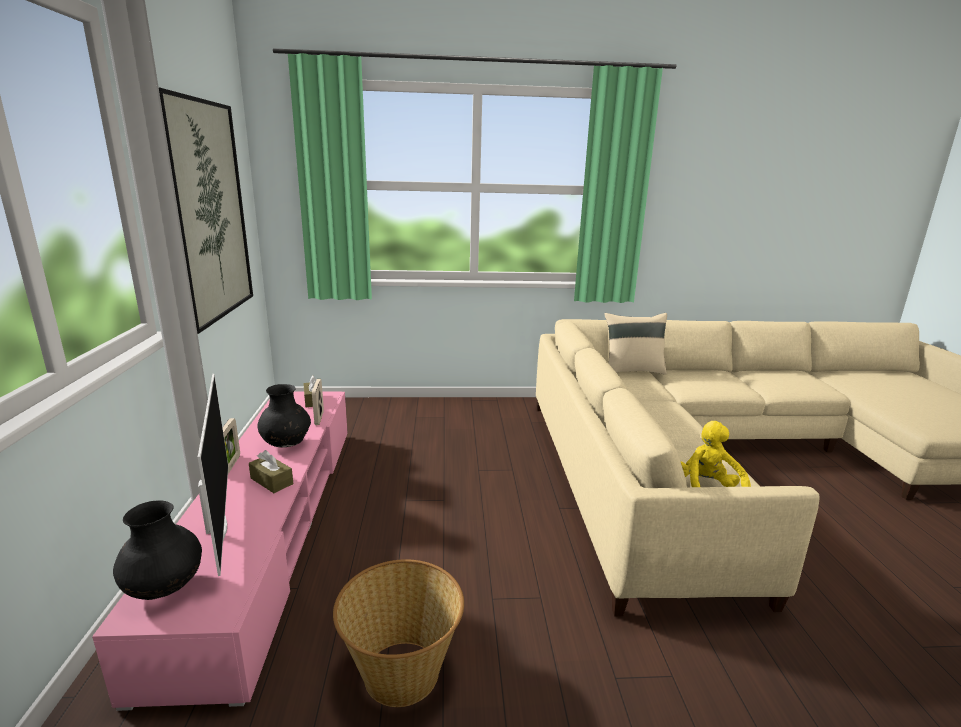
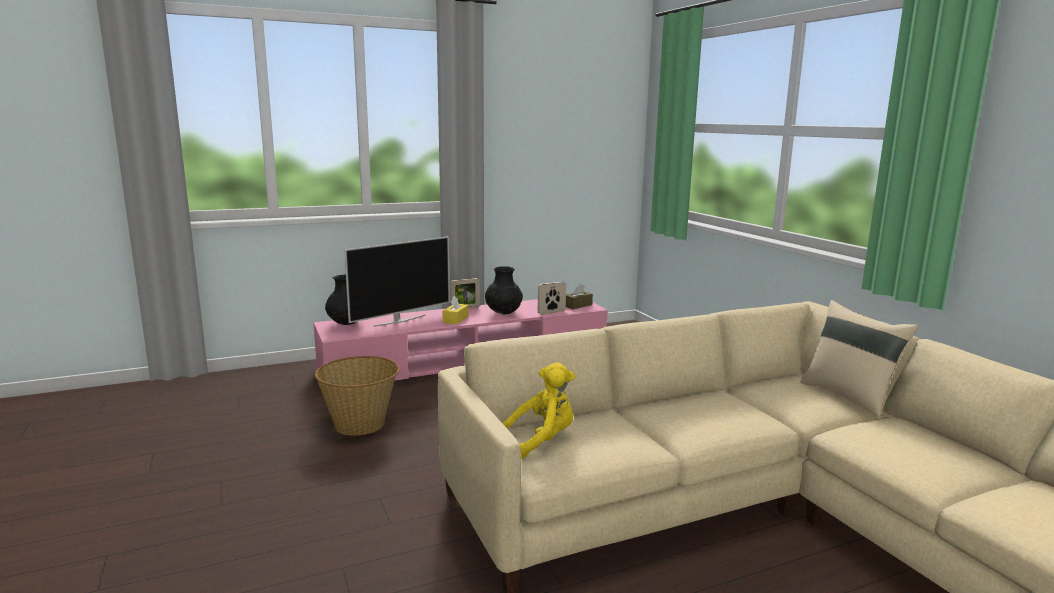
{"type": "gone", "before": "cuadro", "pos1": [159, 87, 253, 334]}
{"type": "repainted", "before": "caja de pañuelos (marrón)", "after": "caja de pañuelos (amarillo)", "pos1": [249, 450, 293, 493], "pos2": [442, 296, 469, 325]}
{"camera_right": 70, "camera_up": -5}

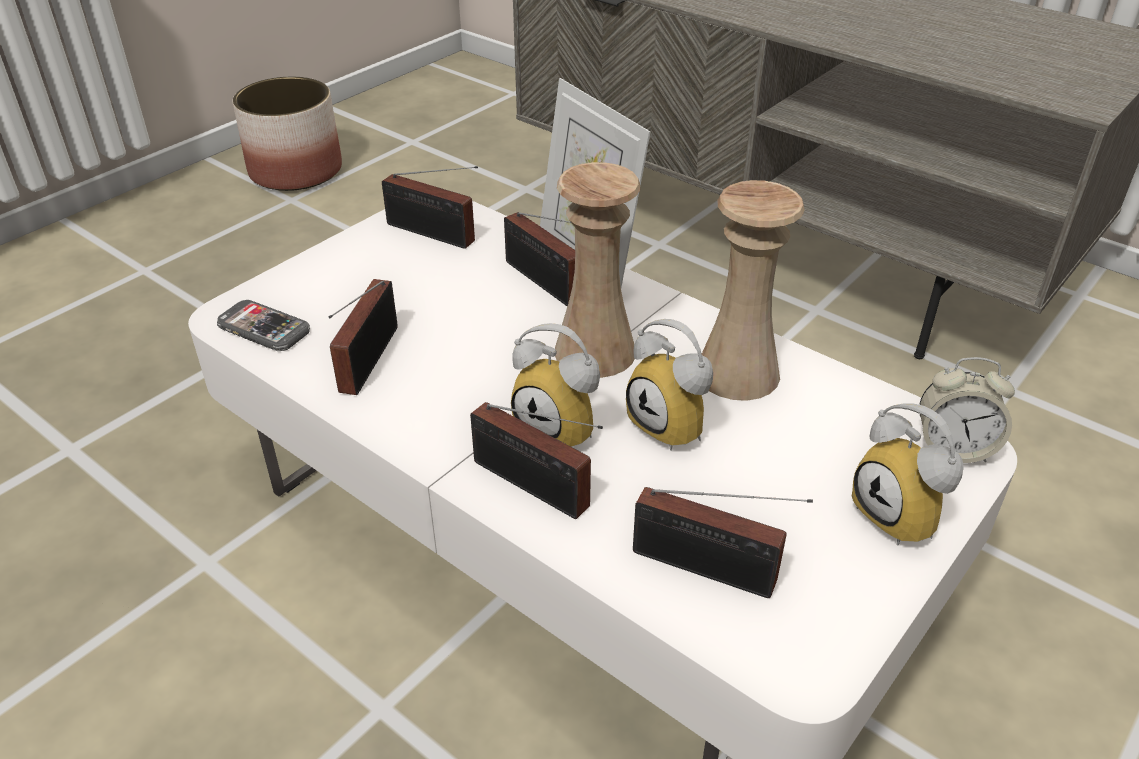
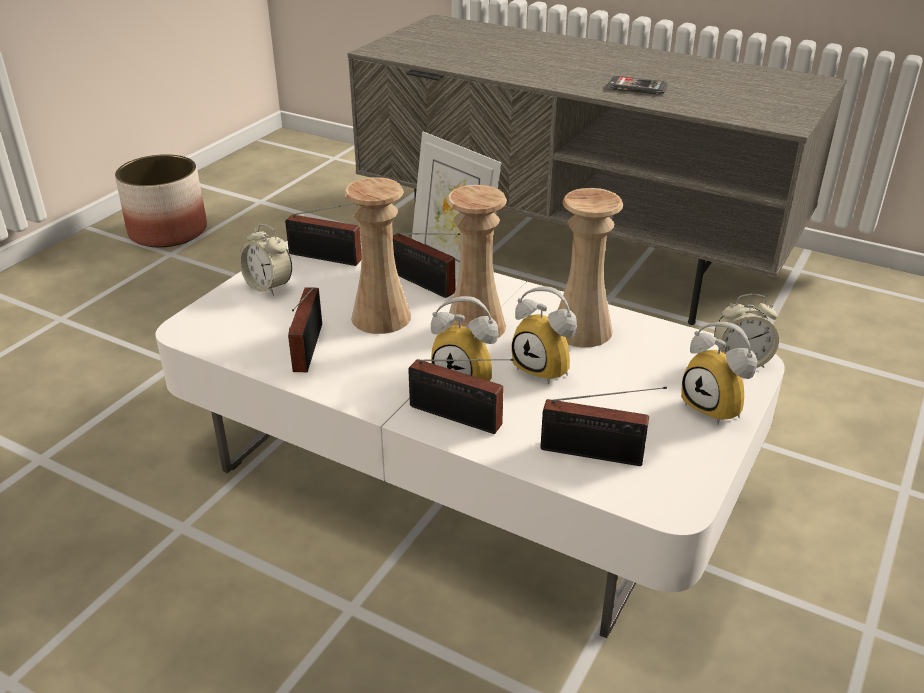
{"type": "shifted", "before": "móvil", "pos1": [217, 300, 310, 351], "pos2": [607, 76, 668, 95]}
{"type": "new", "after": "despertador", "pos2": [239, 224, 292, 296]}
{"type": "new", "after": "florero (beis)", "pos2": [344, 177, 411, 334]}
{"camera_right": -10, "camera_up": -5}

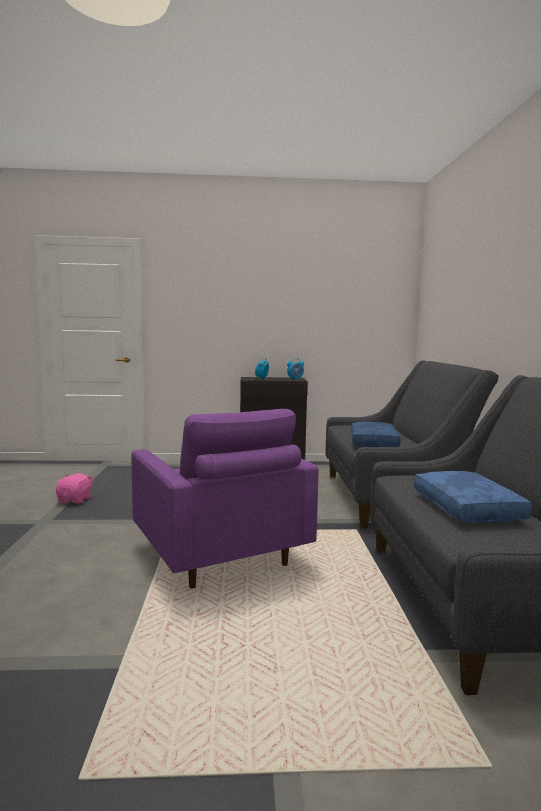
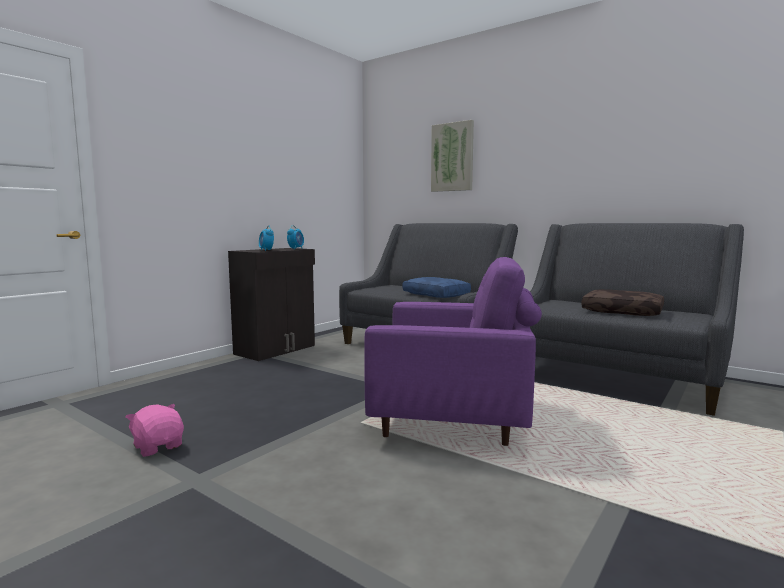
{"type": "repainted", "before": "cojín (azul)", "after": "cojín (marrón)", "pos1": [414, 471, 532, 523], "pos2": [581, 289, 664, 316]}
{"type": "new", "after": "cuadro", "pos2": [431, 120, 474, 192]}
{"camera_right": -50, "camera_up": 0}

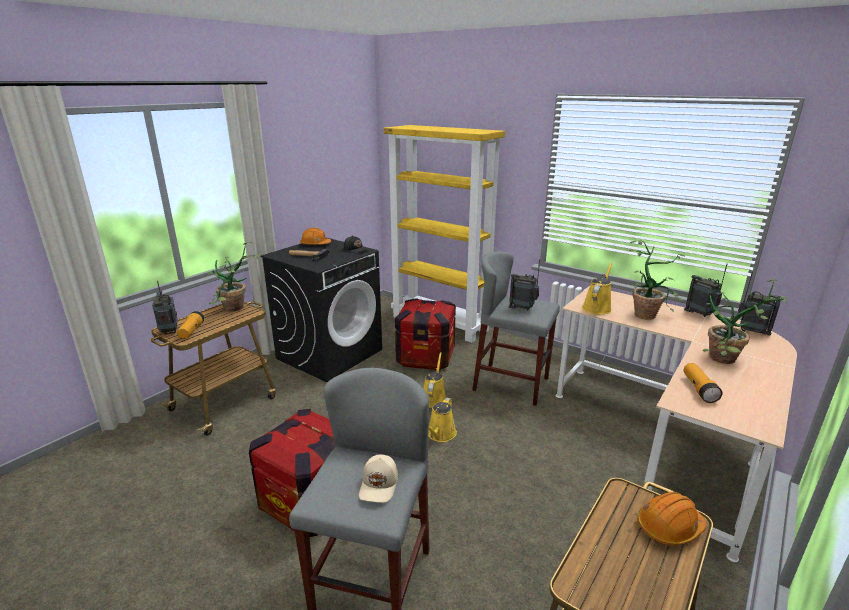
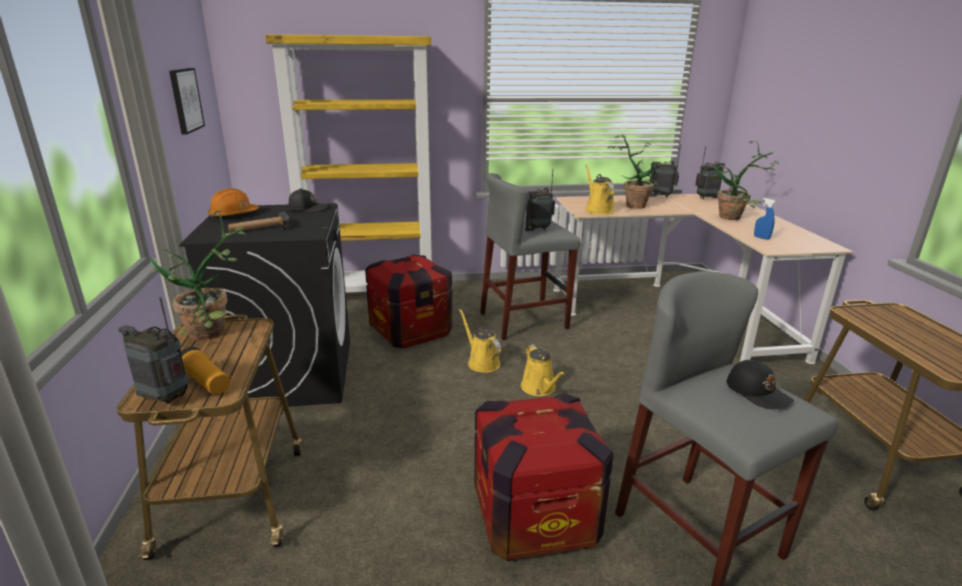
{"type": "repainted", "before": "gorra (beis)", "after": "gorra (negro)", "pos1": [359, 455, 398, 503], "pos2": [727, 360, 794, 409]}
{"type": "gone", "before": "casco (naranja)", "pos1": [637, 492, 706, 545]}
{"type": "swapped", "before": "linterna", "after": "pulverizador (azul)", "pos1": [684, 363, 722, 403], "pos2": [754, 198, 775, 240]}
{"type": "new", "after": "cuadro", "pos2": [169, 68, 205, 135]}
{"camera_right": -45, "camera_up": 0}

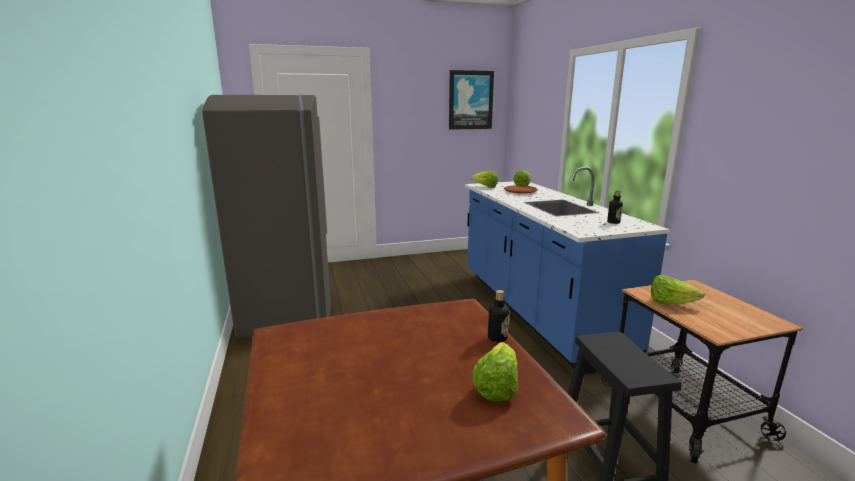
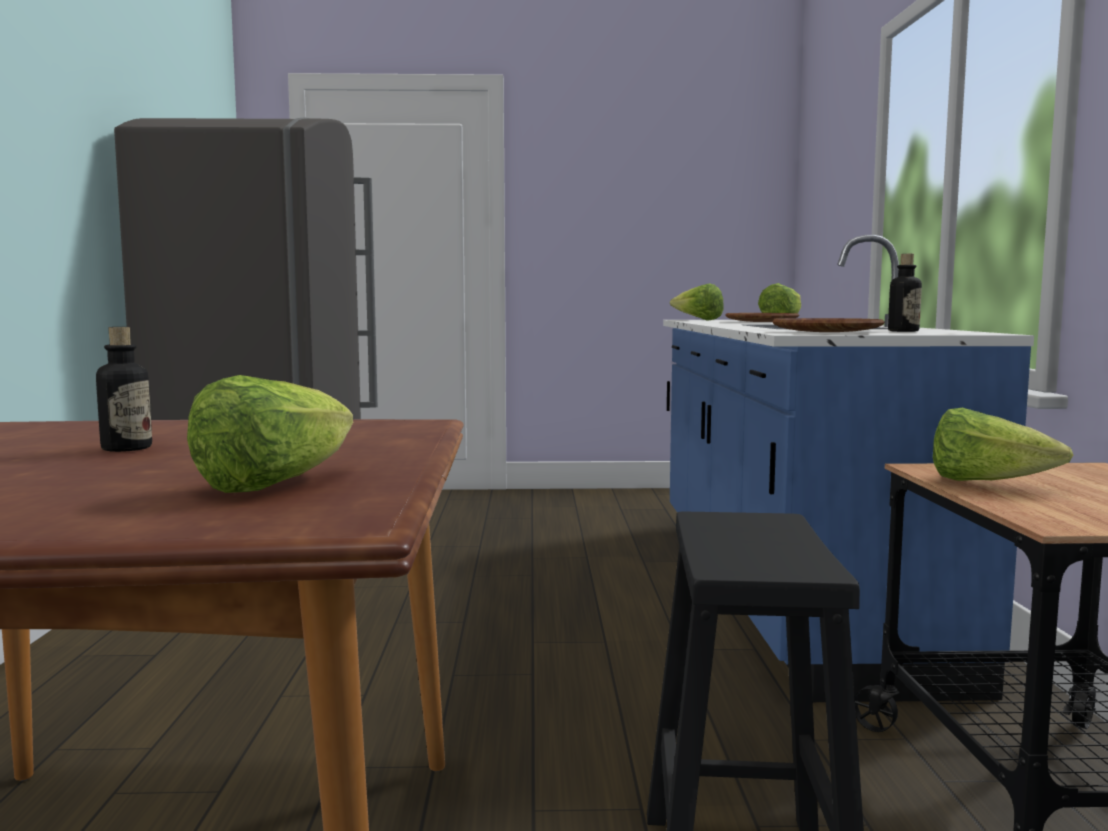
{"type": "gone", "before": "cuadro", "pos1": [449, 70, 494, 130]}
{"type": "shifted", "before": "botella", "pos1": [488, 290, 509, 342], "pos2": [96, 327, 152, 452]}
{"type": "new", "after": "plato (marrón)", "pos2": [772, 318, 885, 332]}
{"camera_right": 15, "camera_up": -10}

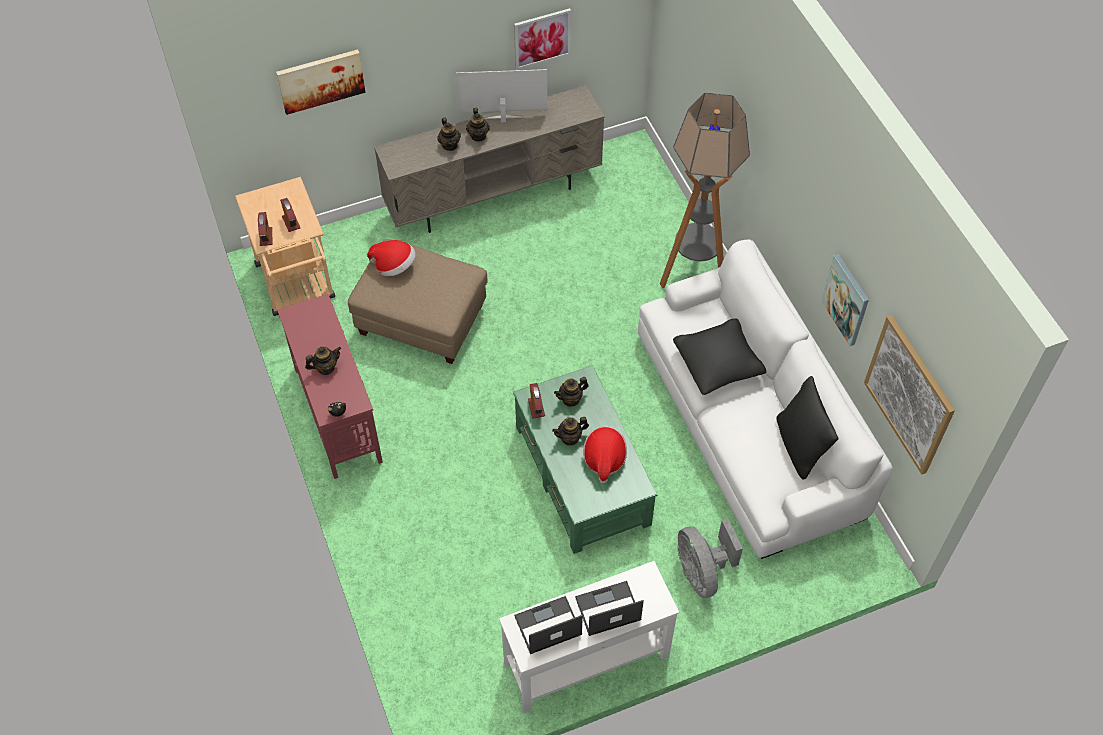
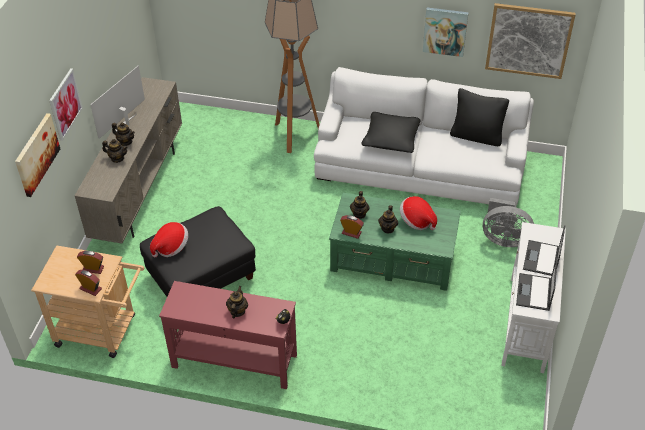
{"type": "repainted", "before": "puf (beis)", "after": "puf (negro)", "pos1": [348, 239, 488, 364], "pos2": [140, 206, 256, 297]}
{"type": "shifted", "before": "cuadro", "pos1": [514, 8, 571, 70], "pos2": [49, 68, 83, 141]}
{"camera_right": -55, "camera_up": -10}

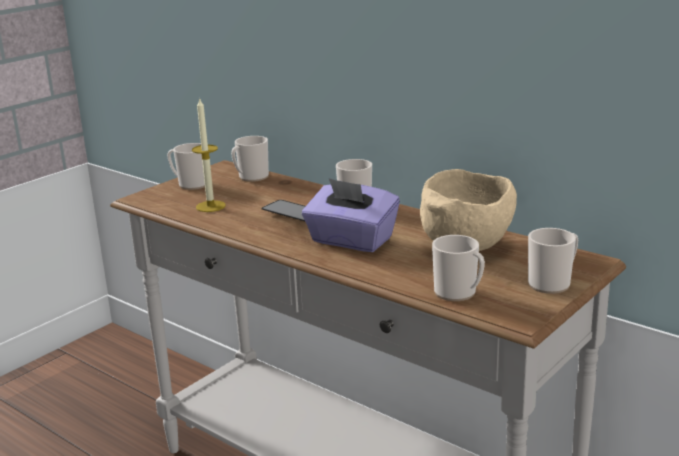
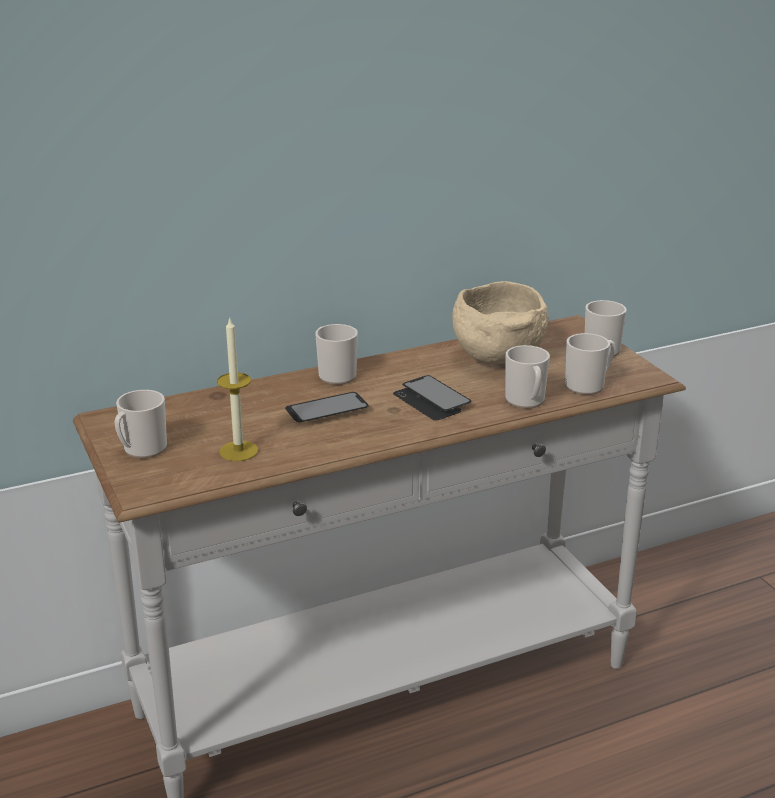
{"type": "shifted", "before": "taza grande", "pos1": [231, 136, 269, 182], "pos2": [505, 345, 550, 409]}
{"type": "swapped", "before": "caja de pañuelos (morado)", "after": "móvil", "pos1": [302, 178, 400, 252], "pos2": [393, 375, 471, 420]}
{"camera_right": -65, "camera_up": 5}

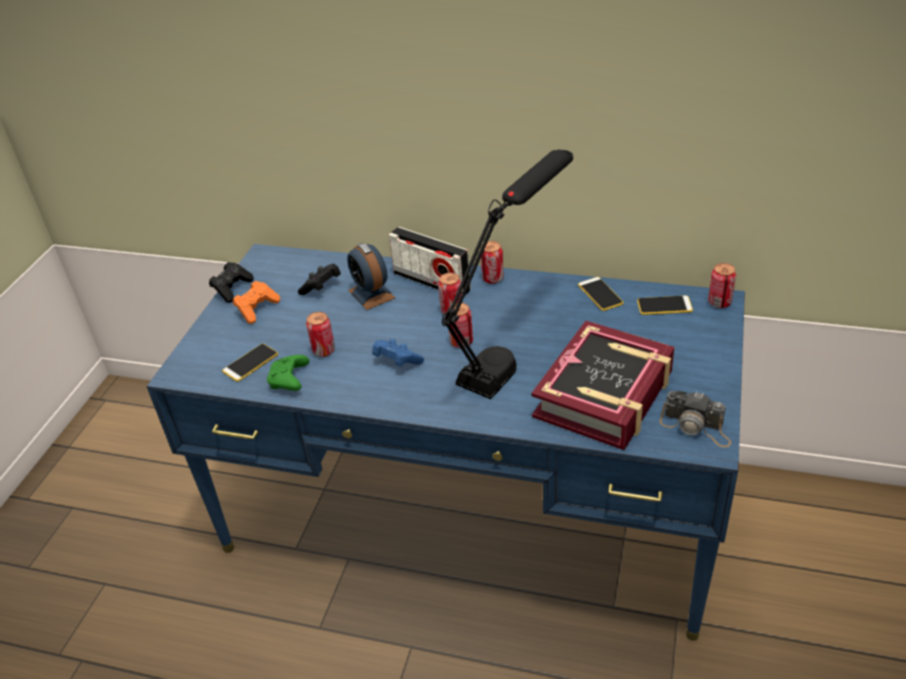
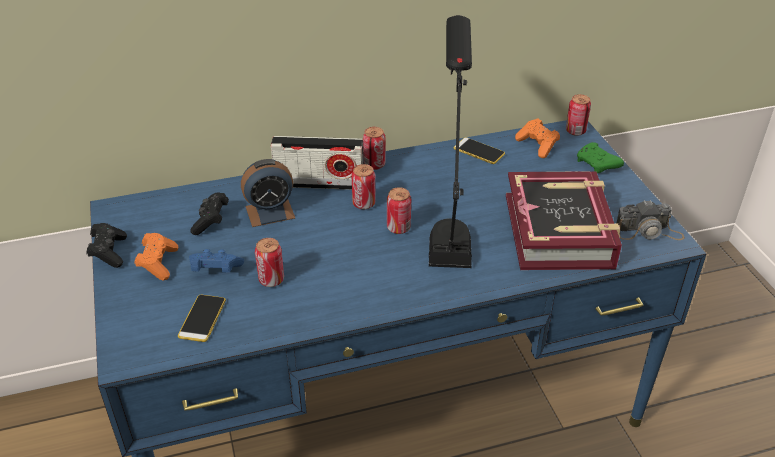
{"type": "shifted", "before": "mando de consola (verde)", "pos1": [267, 355, 309, 391], "pos2": [577, 142, 624, 173]}
{"type": "rotated", "before": "despertador", "pos1": [347, 243, 395, 310], "pos2": [241, 159, 295, 227], "turn": -45}
{"type": "shifted", "before": "mando de consola (azul)", "pos1": [372, 339, 424, 366], "pos2": [189, 249, 244, 272]}
{"type": "swapped", "before": "móvil", "after": "mando de consola (naranja)", "pos1": [637, 295, 693, 315], "pos2": [515, 118, 560, 158]}
{"camera_right": -35, "camera_up": 0}

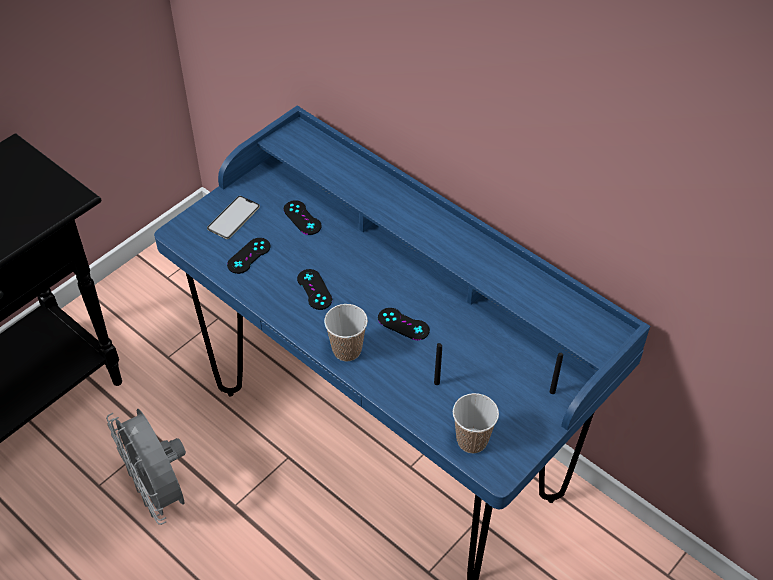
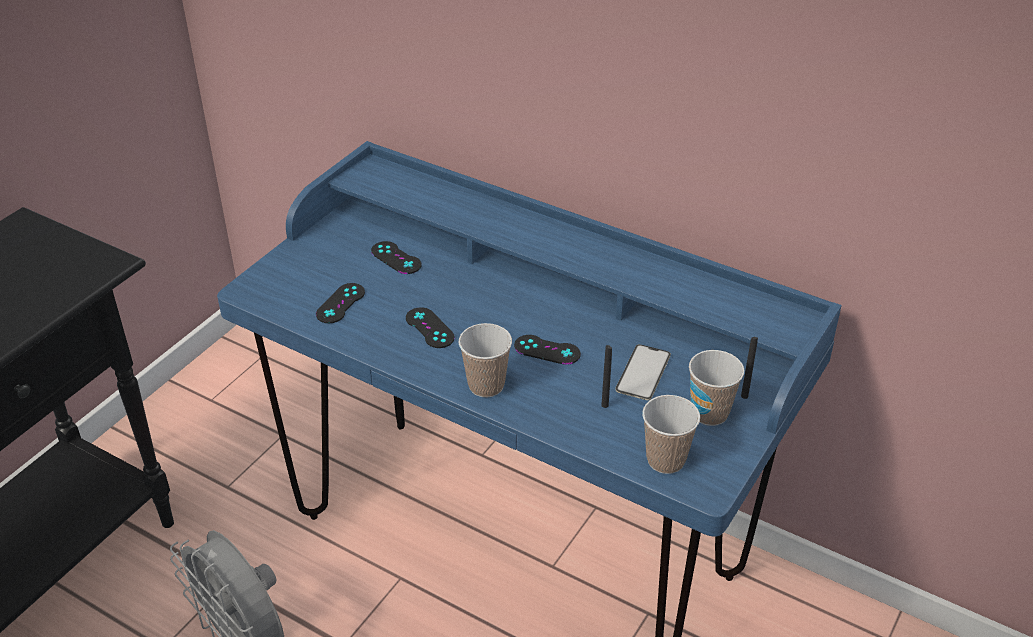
{"type": "shifted", "before": "móvil", "pos1": [207, 196, 260, 239], "pos2": [615, 344, 671, 400]}
{"type": "new", "after": "taza", "pos2": [689, 350, 744, 426]}
{"camera_right": -10, "camera_up": -10}

